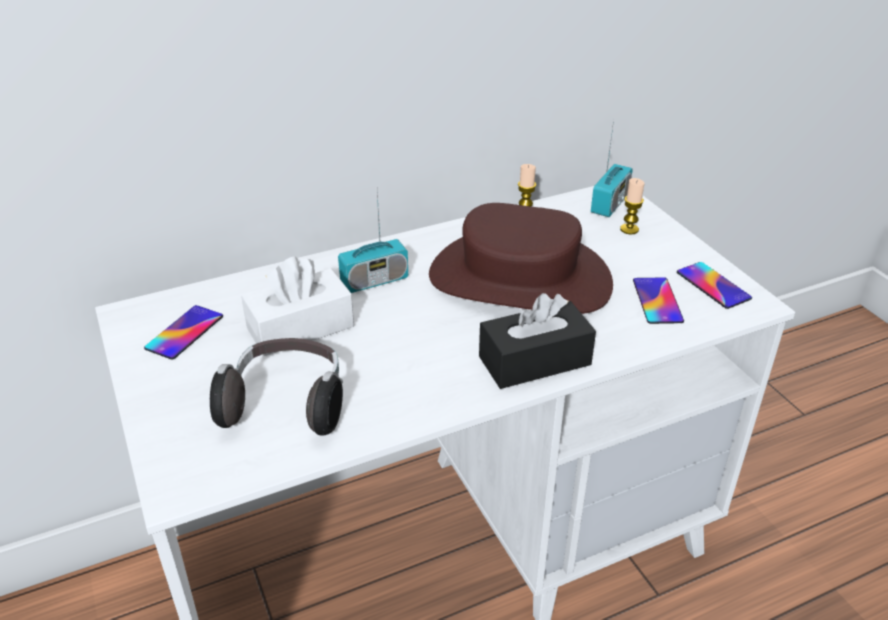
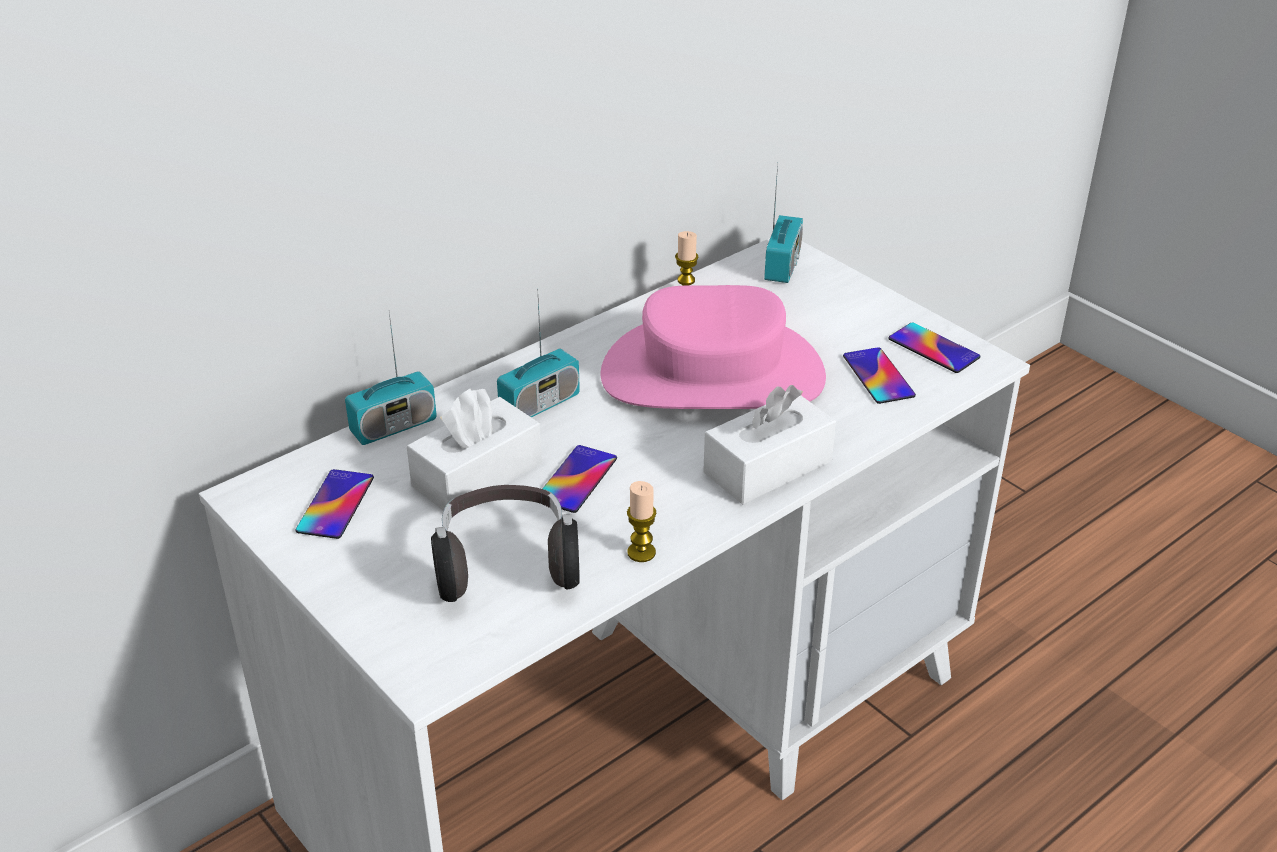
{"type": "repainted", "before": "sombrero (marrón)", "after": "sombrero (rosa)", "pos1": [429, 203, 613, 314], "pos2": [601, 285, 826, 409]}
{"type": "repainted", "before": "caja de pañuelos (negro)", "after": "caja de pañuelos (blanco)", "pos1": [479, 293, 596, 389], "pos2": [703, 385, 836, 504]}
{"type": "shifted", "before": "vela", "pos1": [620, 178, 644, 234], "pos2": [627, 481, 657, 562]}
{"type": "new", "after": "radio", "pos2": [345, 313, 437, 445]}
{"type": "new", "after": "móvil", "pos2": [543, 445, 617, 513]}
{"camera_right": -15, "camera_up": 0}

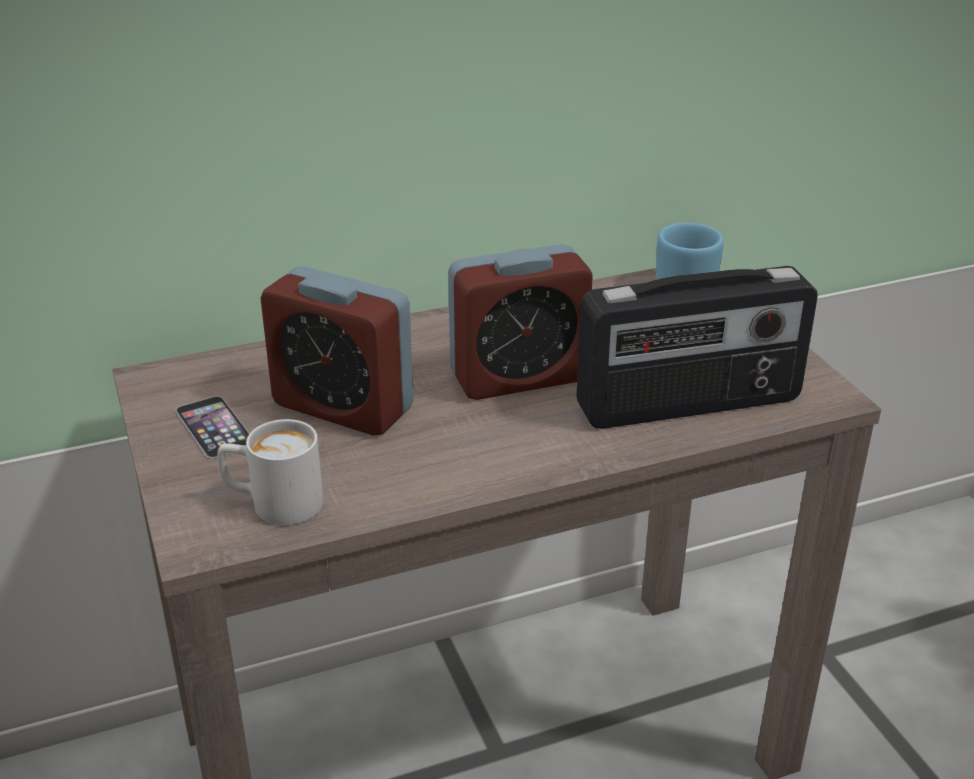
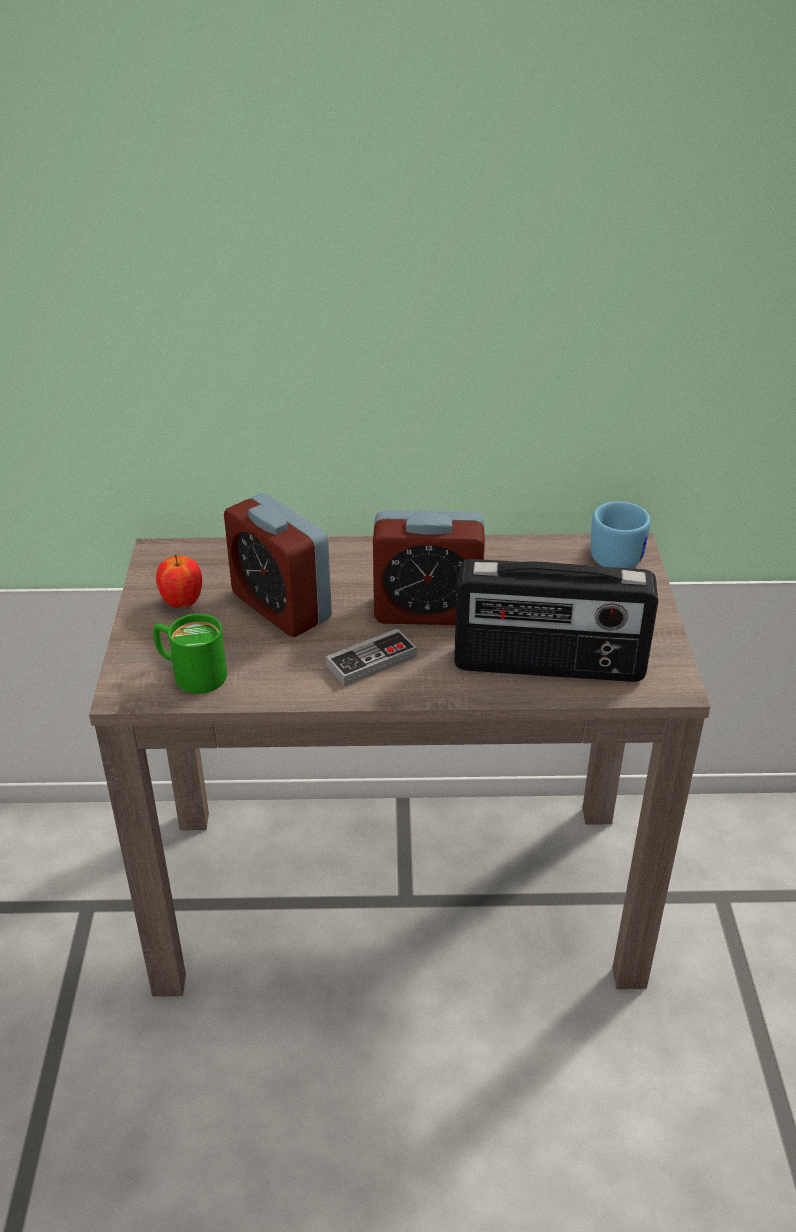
{"type": "swapped", "before": "móvil", "after": "manzana", "pos1": [176, 396, 250, 459], "pos2": [156, 555, 202, 608]}
{"type": "repainted", "before": "taza grande (blanco)", "after": "taza grande (verde)", "pos1": [217, 419, 323, 525], "pos2": [153, 614, 227, 694]}
{"type": "new", "after": "mando de consola", "pos2": [326, 628, 417, 686]}
{"camera_right": 20, "camera_up": 5}

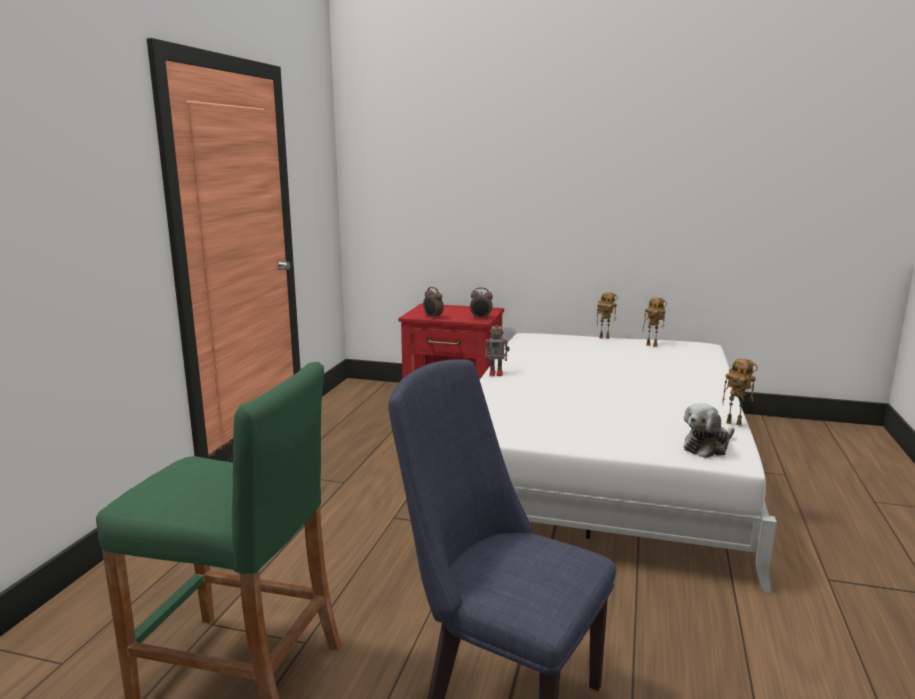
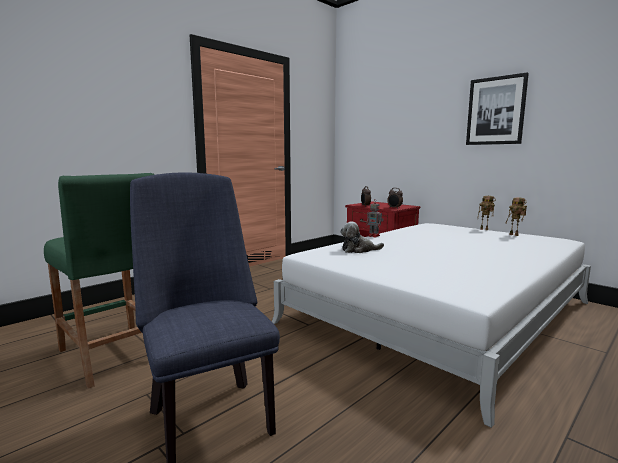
{"type": "shifted", "before": "peluche", "pos1": [683, 403, 735, 458], "pos2": [340, 222, 384, 253]}
{"type": "gone", "before": "robot de juguete", "pos1": [722, 359, 758, 426]}
{"type": "new", "after": "cuadro", "pos2": [466, 72, 529, 145]}
{"camera_right": 30, "camera_up": -5}

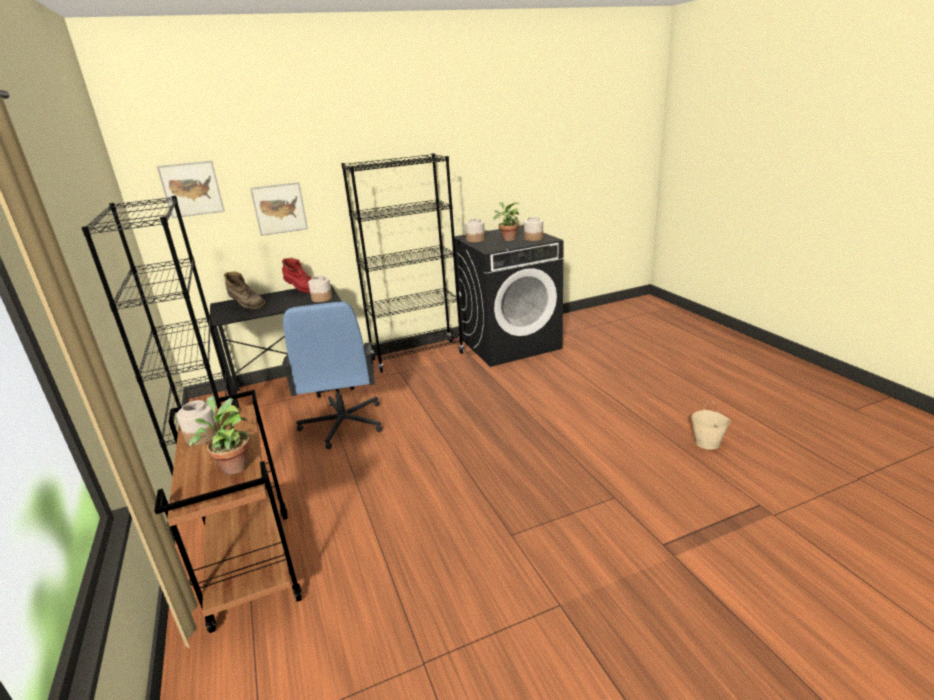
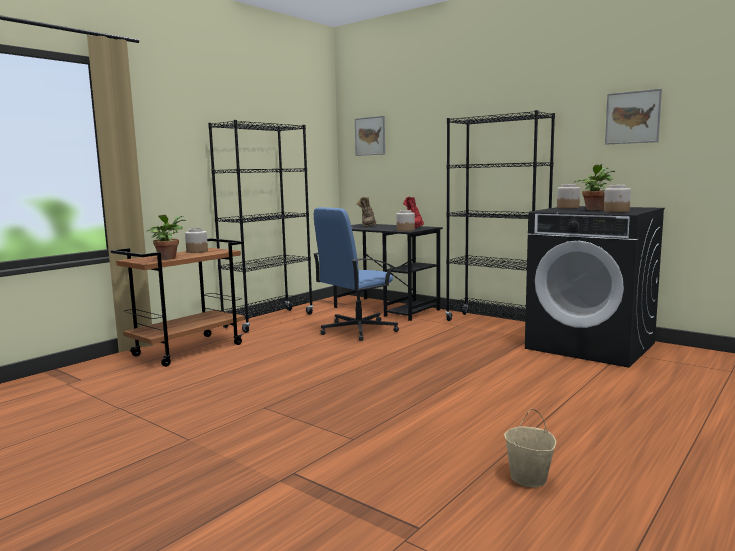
{"type": "shifted", "before": "cuadro", "pos1": [250, 182, 308, 236], "pos2": [605, 89, 662, 145]}
{"camera_right": 60, "camera_up": -15}

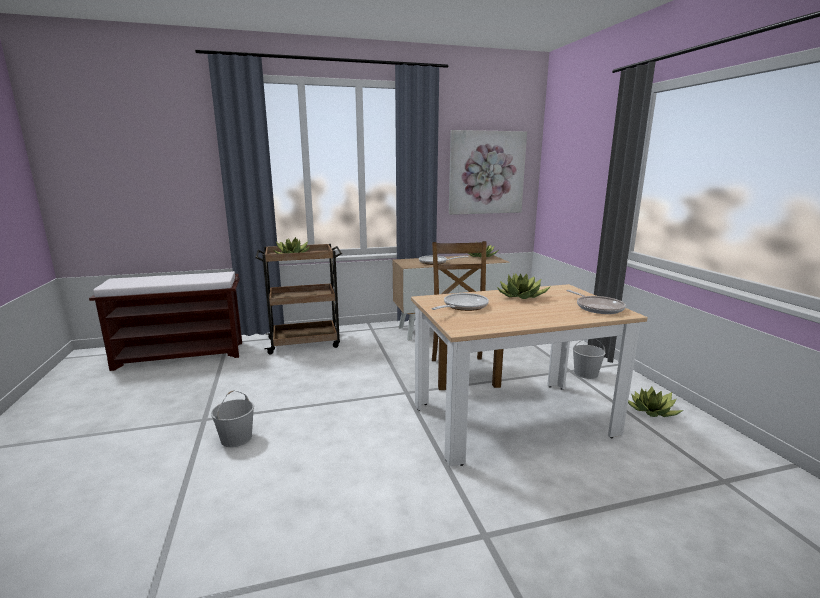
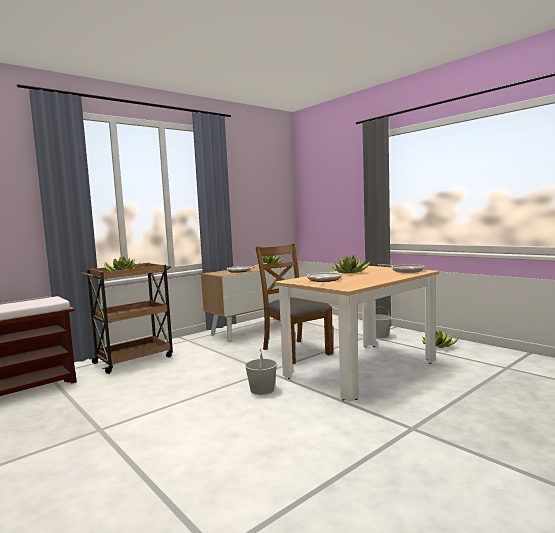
{"type": "shifted", "before": "cubo (blanco)", "pos1": [211, 390, 254, 447], "pos2": [245, 348, 277, 395]}
{"type": "gone", "before": "cuadro", "pos1": [449, 130, 527, 215]}
{"camera_right": -25, "camera_up": -10}

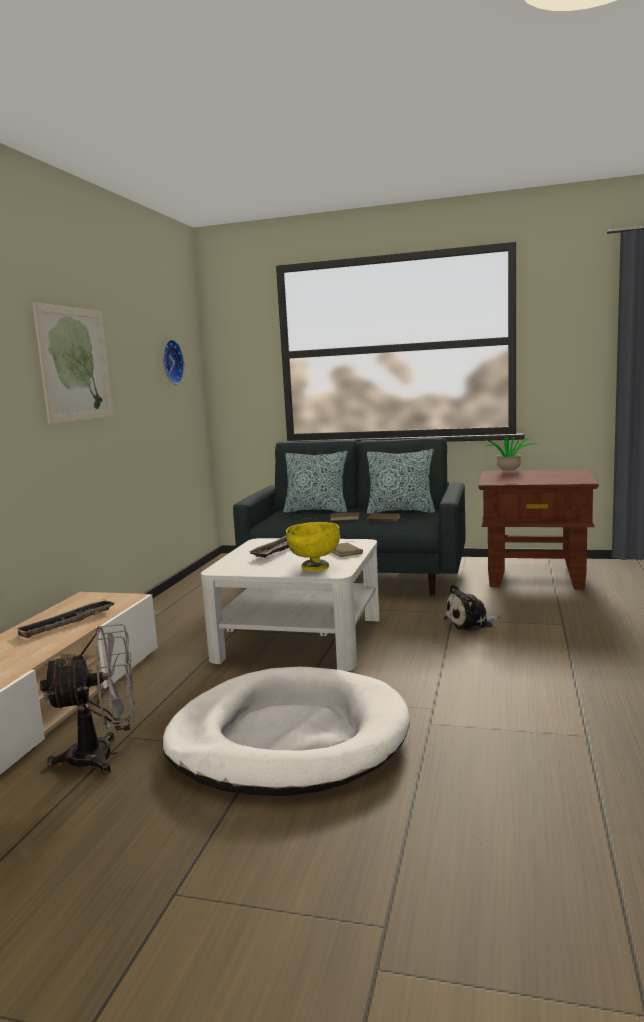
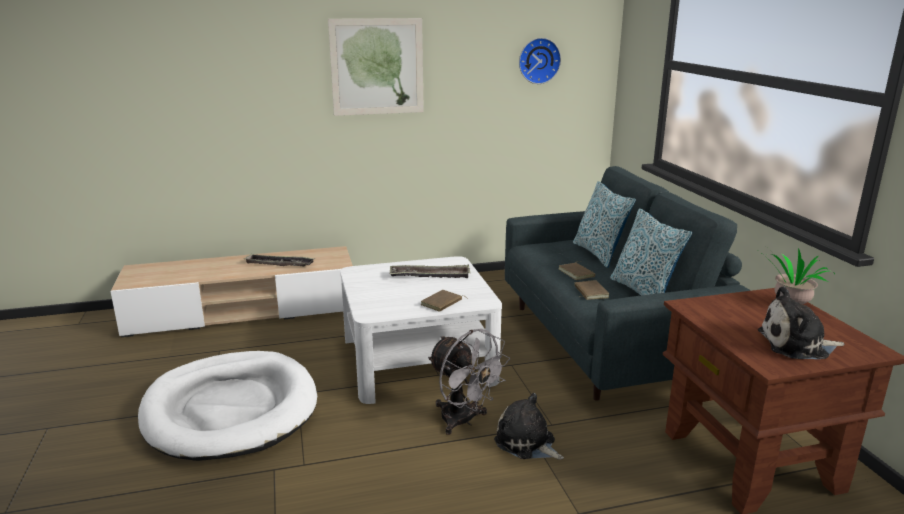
{"type": "shifted", "before": "ventilador (gris)", "pos1": [40, 624, 135, 774], "pos2": [428, 329, 510, 435]}
{"type": "gone", "before": "cuenco (amarillo)", "pos1": [286, 522, 340, 571]}
{"type": "new", "after": "peluche", "pos2": [758, 286, 845, 359]}
{"camera_right": 60, "camera_up": 10}

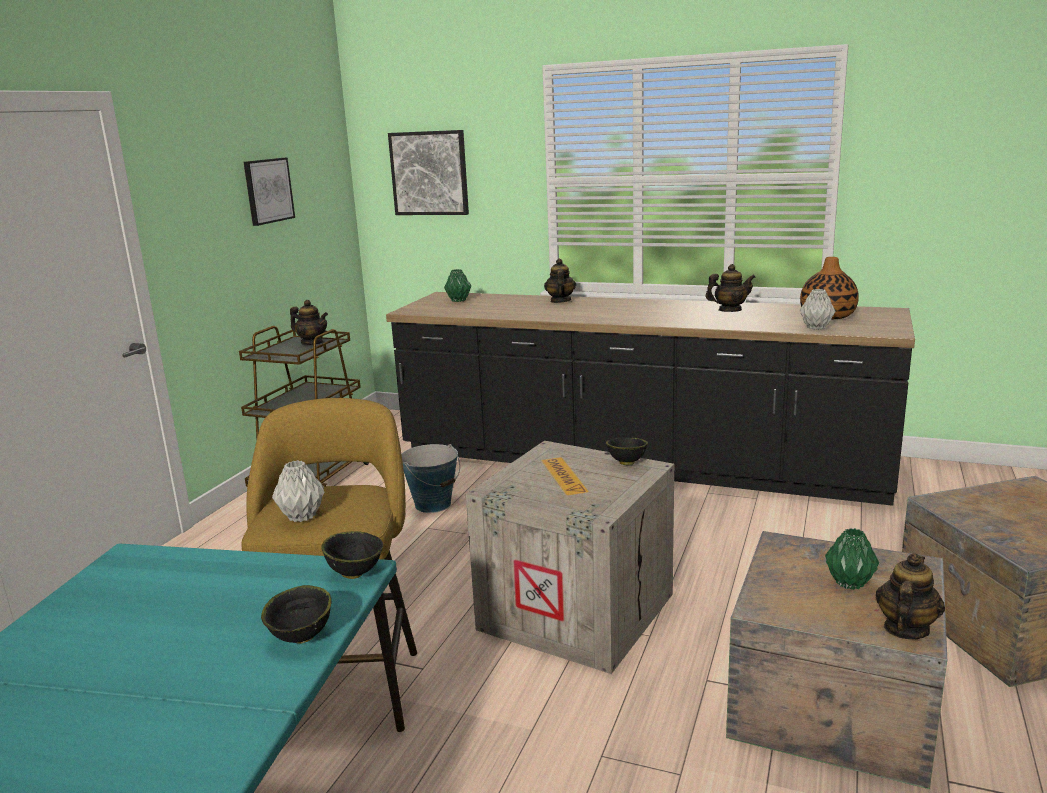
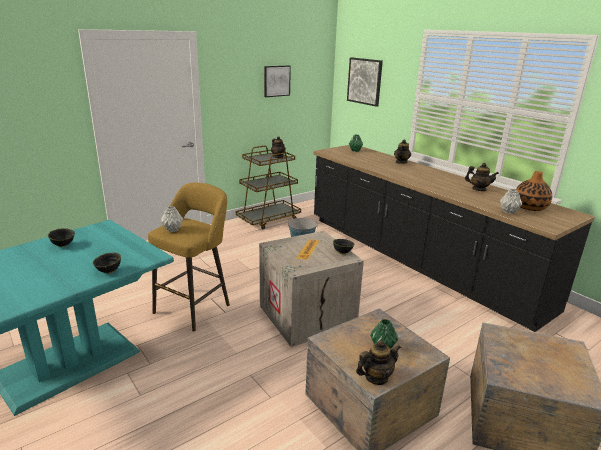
{"type": "shifted", "before": "cuenco (negro)", "pos1": [322, 531, 383, 579], "pos2": [48, 228, 75, 247]}
{"camera_right": 30, "camera_up": 5}

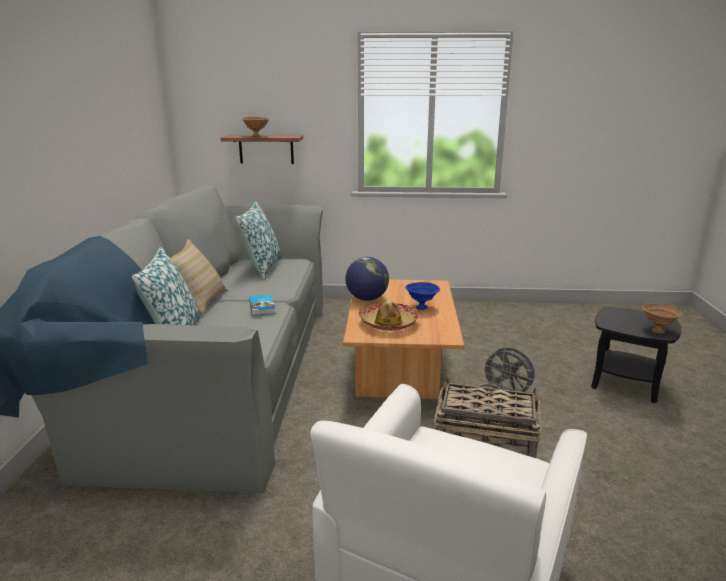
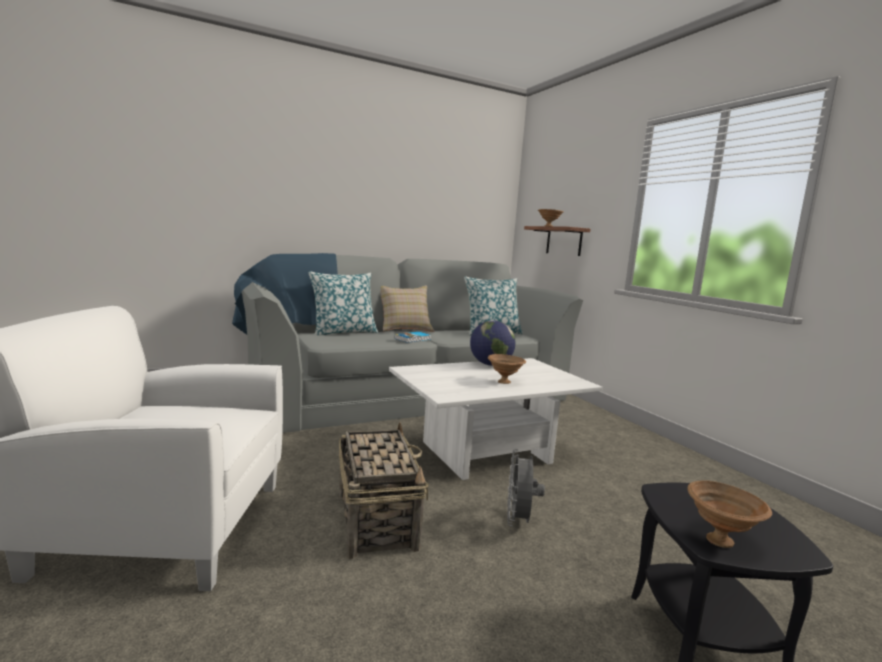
{"type": "repainted", "before": "mesa de centro (marrón)", "after": "mesa de centro (blanco)", "pos1": [343, 279, 464, 399], "pos2": [389, 358, 603, 480]}
{"type": "gone", "before": "sombrero", "pos1": [358, 301, 420, 331]}
{"type": "repainted", "before": "cuenco (azul)", "after": "cuenco (marrón)", "pos1": [405, 282, 440, 310], "pos2": [488, 354, 526, 384]}
{"camera_right": 60, "camera_up": -10}

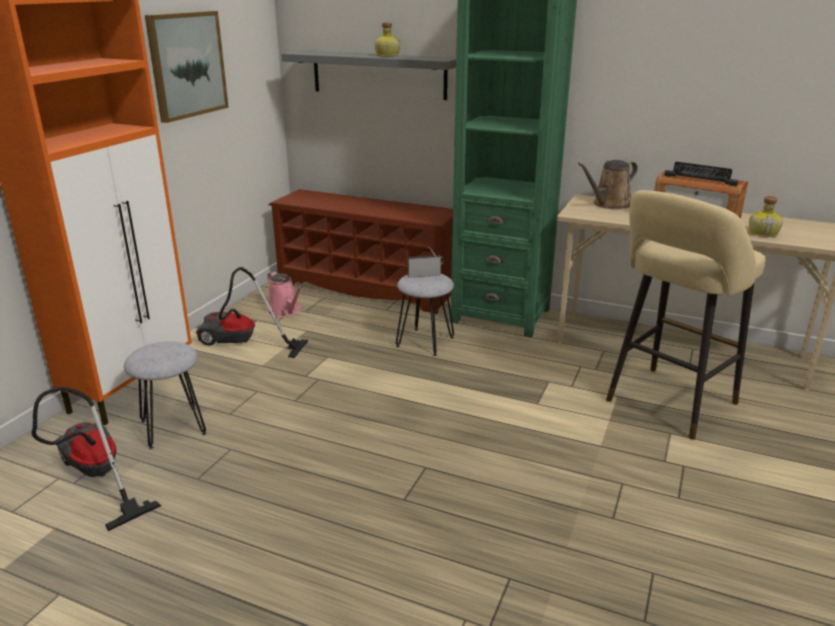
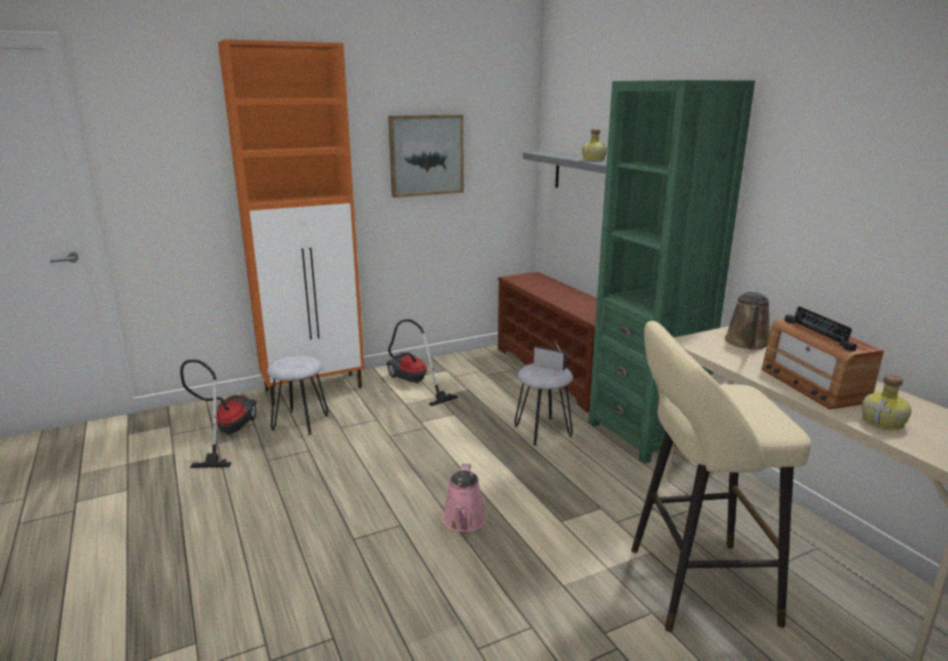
{"type": "shifted", "before": "regadera (rosa)", "pos1": [267, 271, 303, 317], "pos2": [442, 464, 487, 532]}
{"type": "rotated", "before": "regadera (marrón)", "pos1": [578, 160, 638, 209], "pos2": [724, 290, 770, 349], "turn": -75}
{"camera_right": 40, "camera_up": -5}

